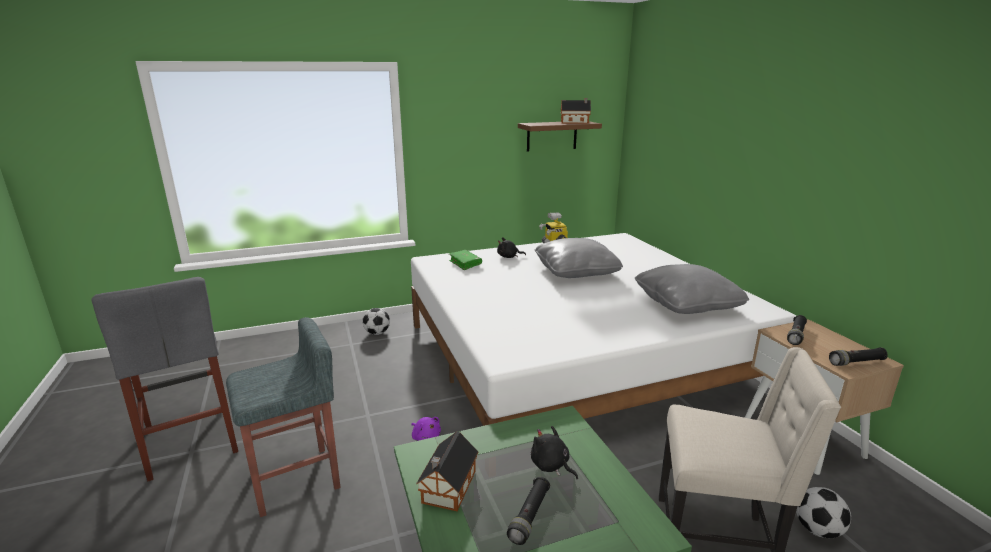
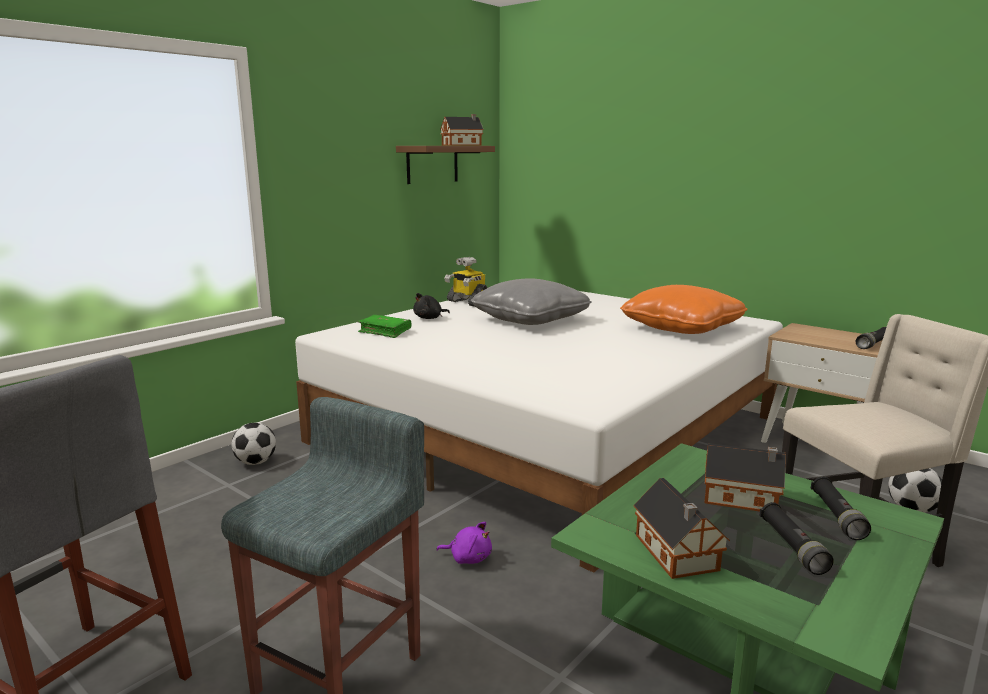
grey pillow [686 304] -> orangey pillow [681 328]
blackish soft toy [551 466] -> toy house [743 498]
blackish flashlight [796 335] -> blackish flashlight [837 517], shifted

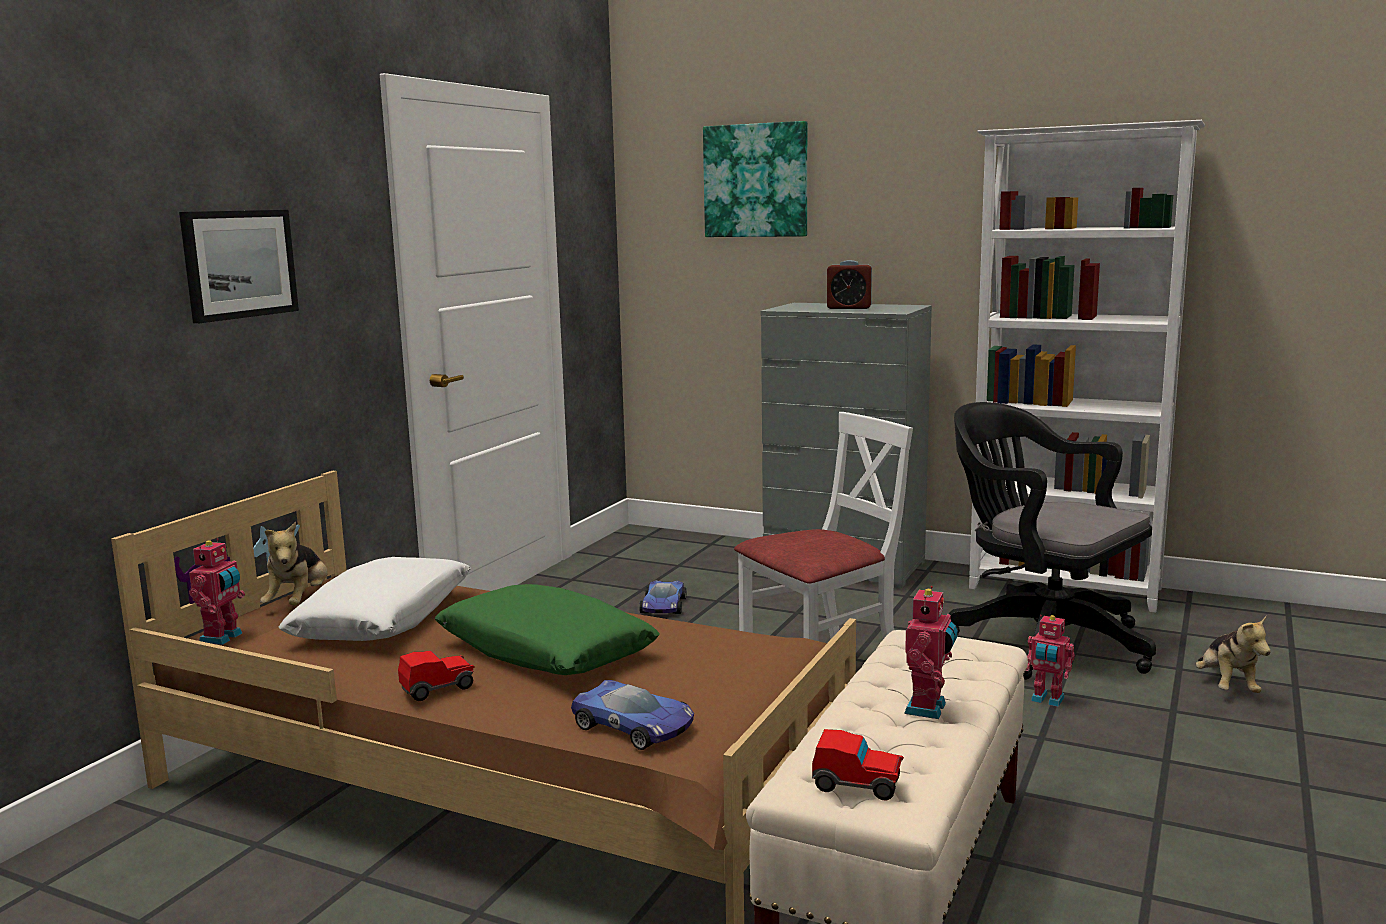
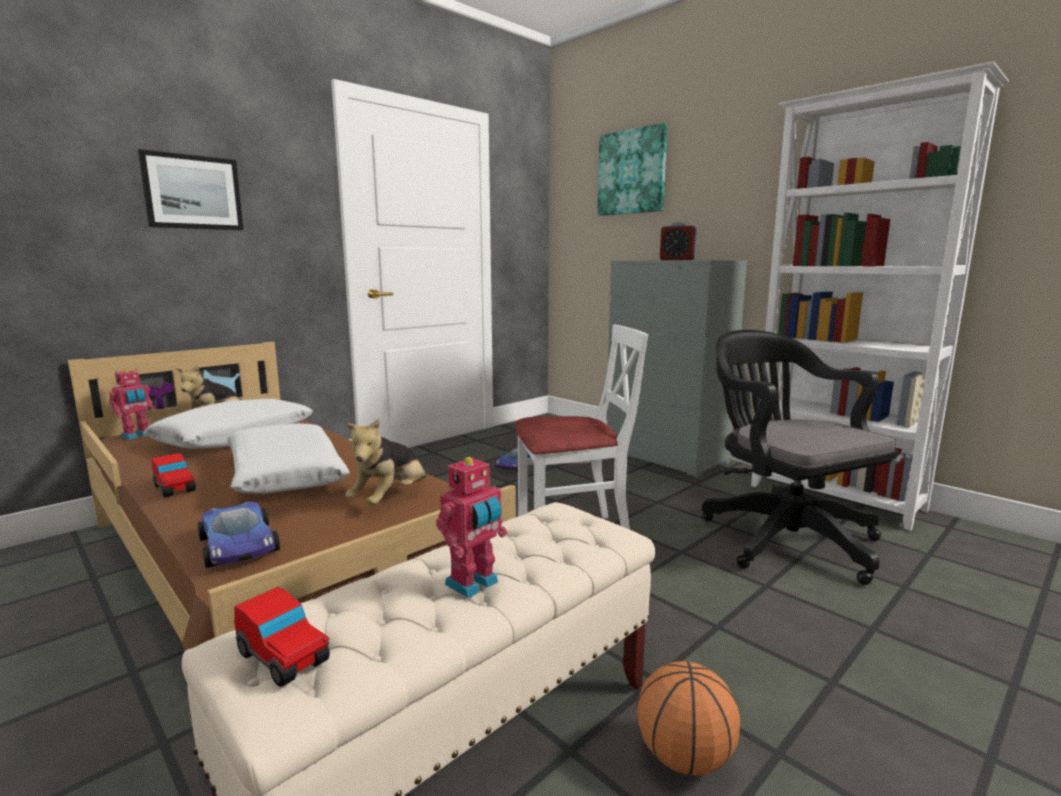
model car [438 689] -> model car [175 488], 60 degrees clockwise
green-coloured pillow [545 651] -> white-coloured pillow [285 474]
soft toy [1226 686] -> soft toy [390 498], shifted
none -> basketball ball [684 757]
toy robot [1047 700] -> none

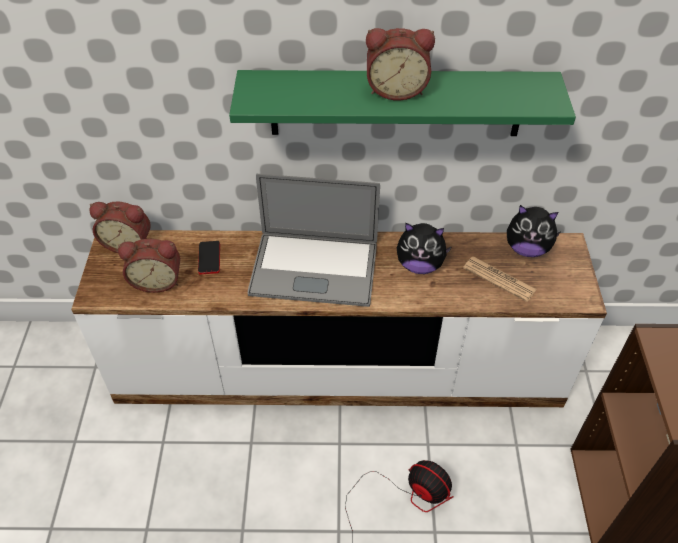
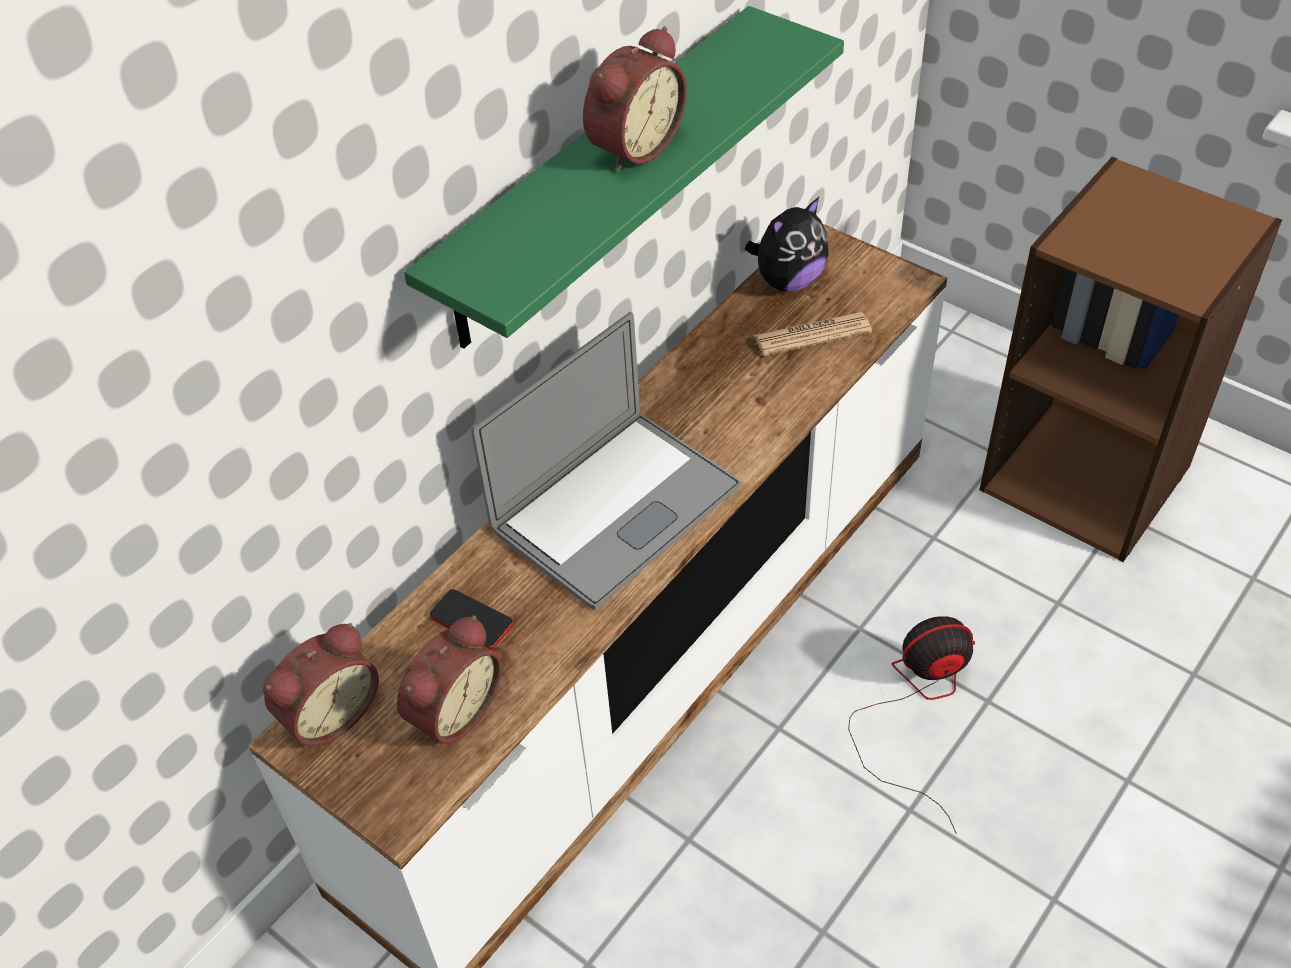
soft toy [419 265] -> none

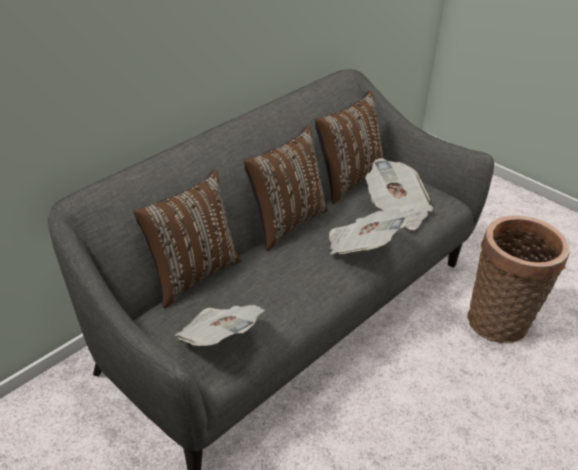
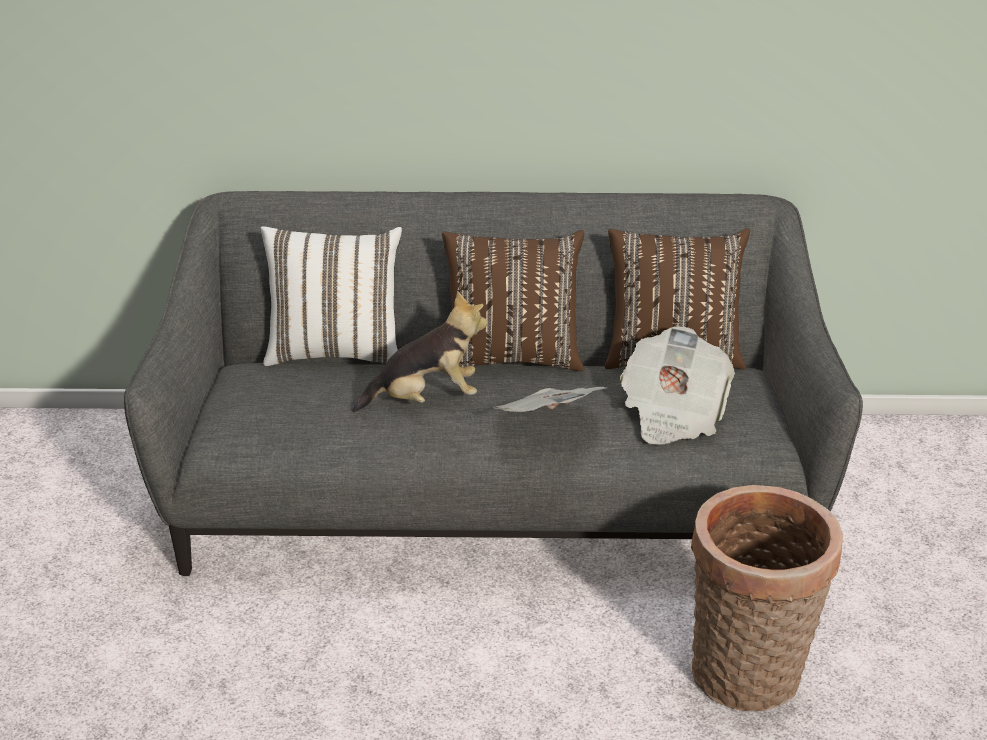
brownish pillow [190 274] -> white-coloured pillow [336 352]
none -> soft toy [426 399]
daily paper [219 339] -> none

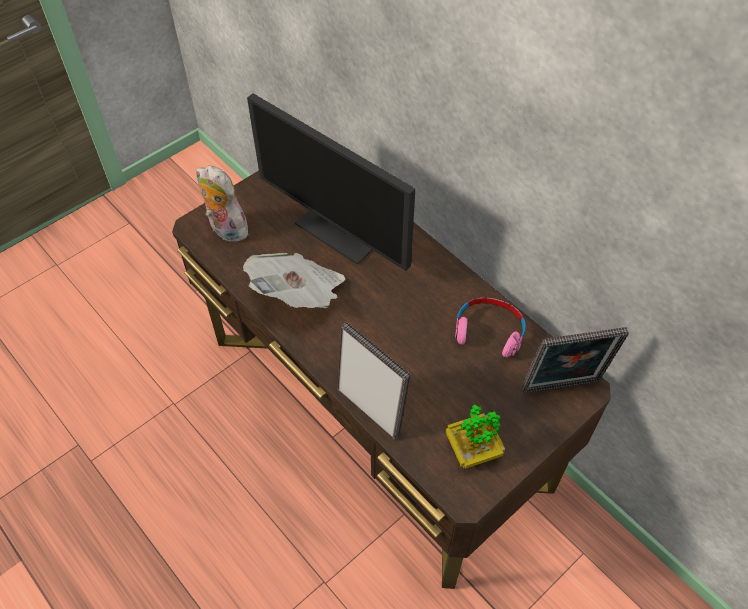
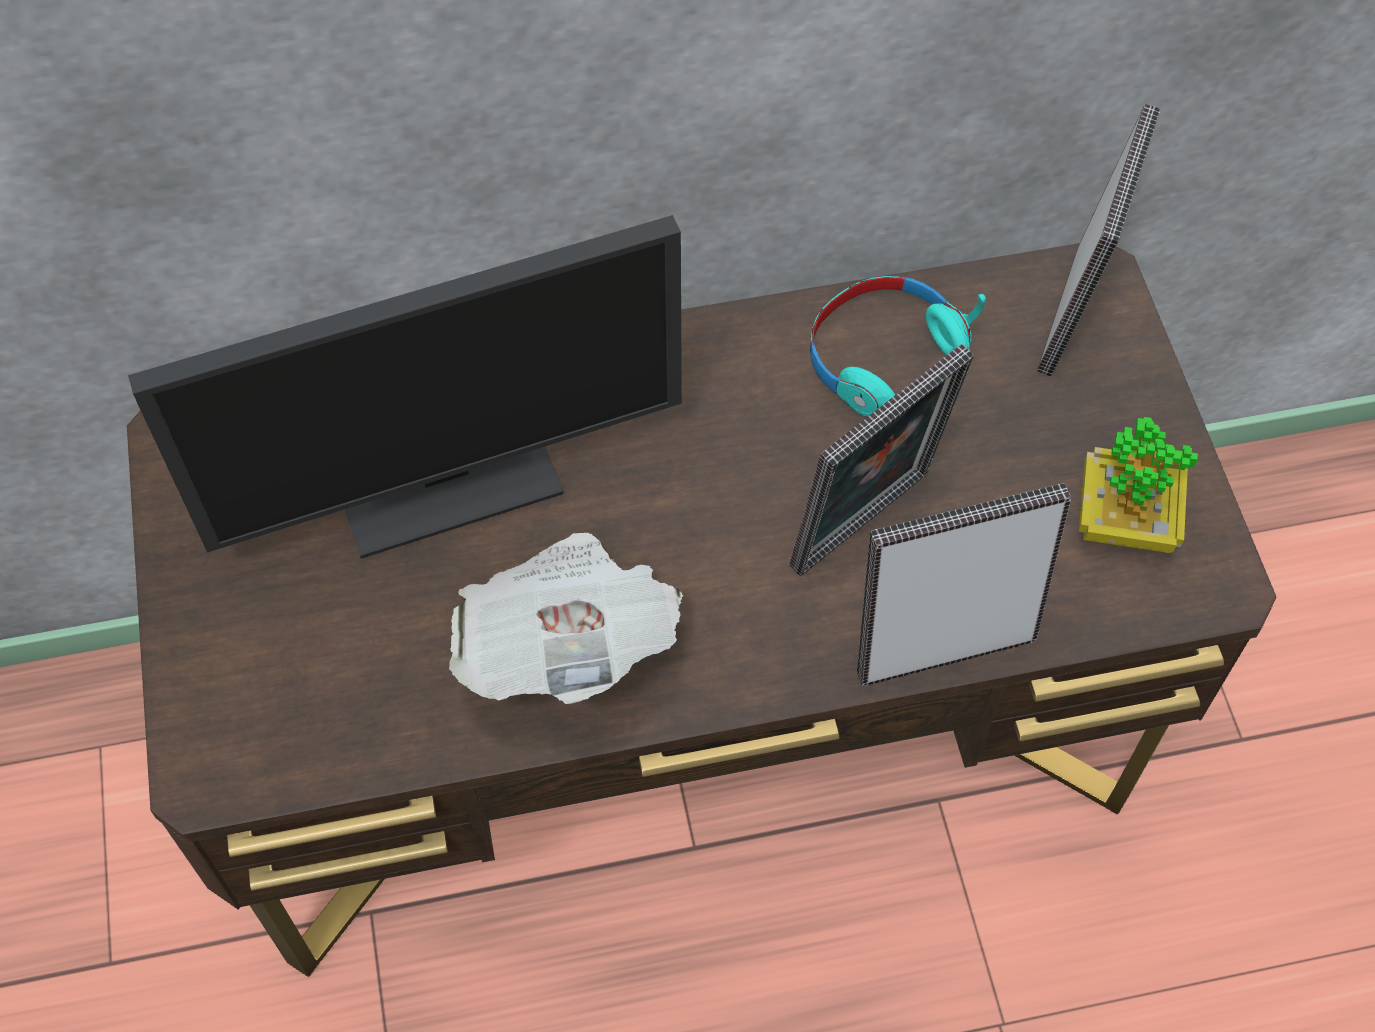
none -> standing frame [867 527]
pinkish pair of headphones [489 331] -> turquoise pair of headphones [882 355]
soft toy [225 229] -> none

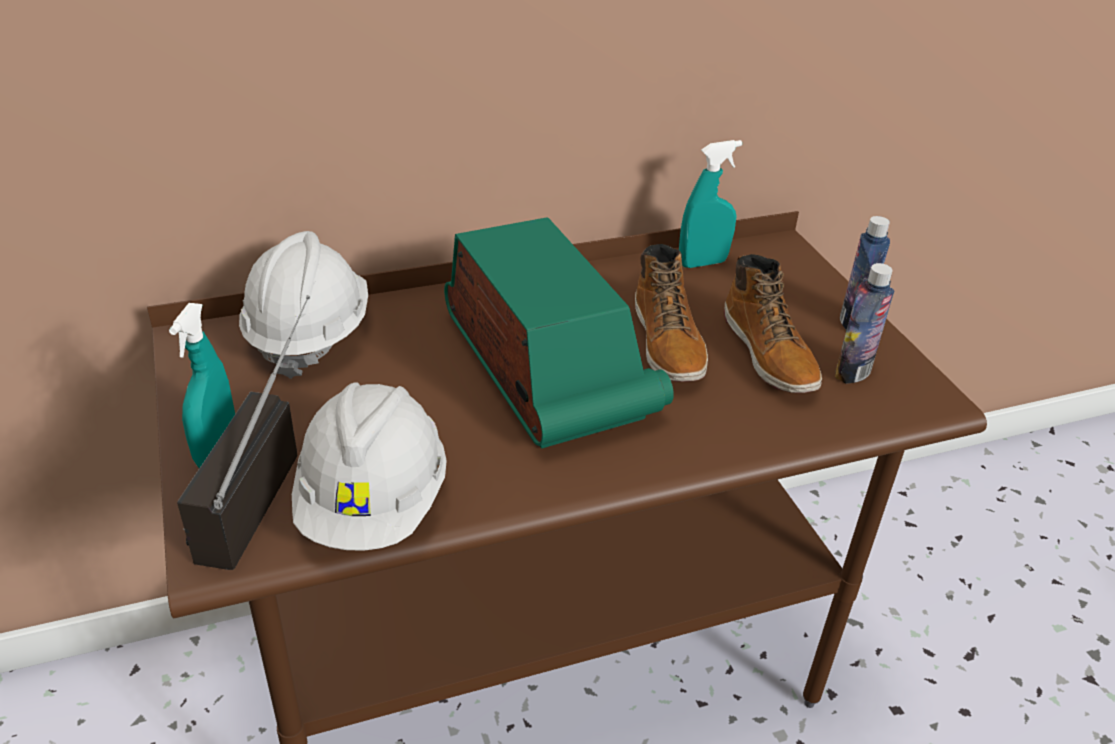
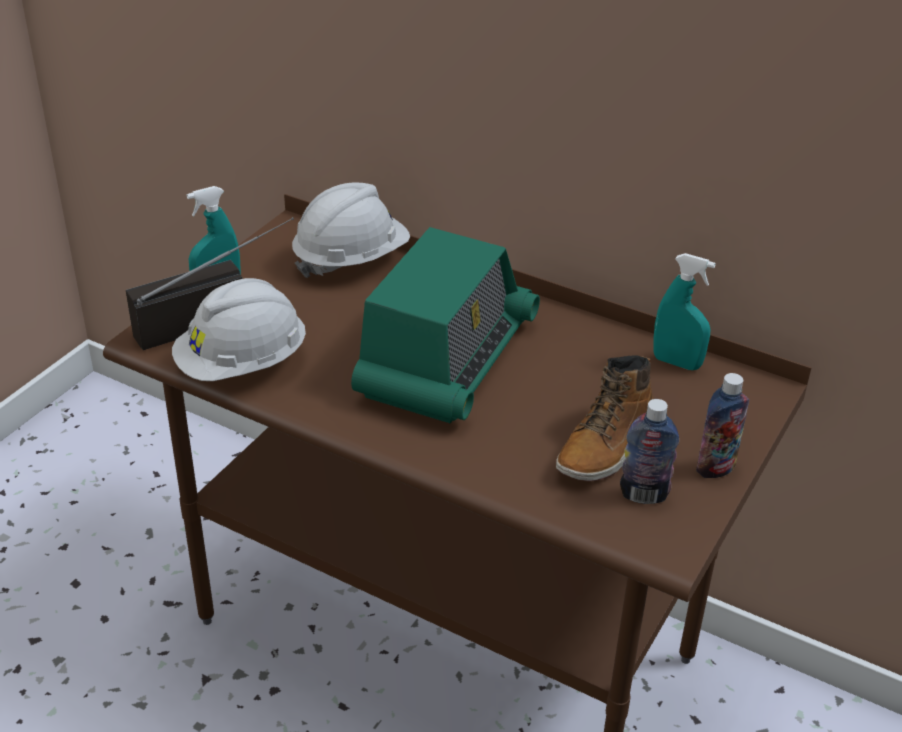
high-top boot [668 343] -> none

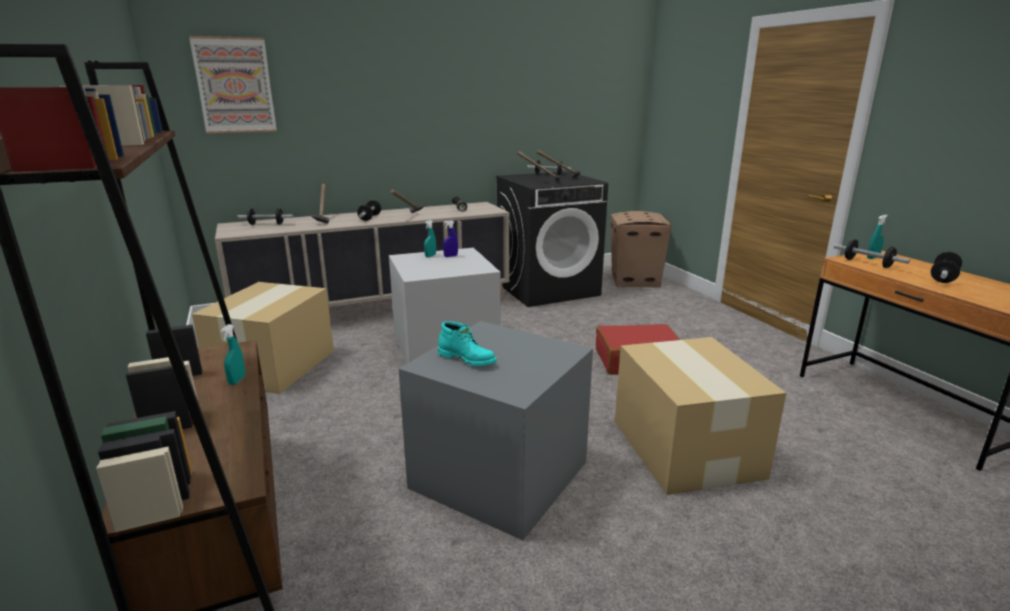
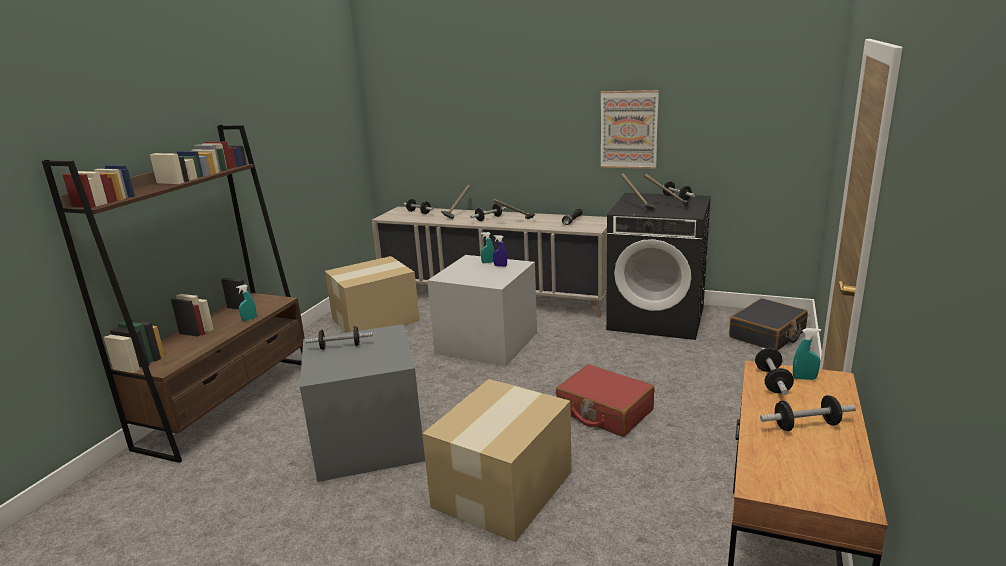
turquoise high-top boot [467 359] -> dumbbell [340 346]
picture [235 85] -> picture [629 129], shifted
cardboard box [635 280] -> blackish piece of luggage [767 334]

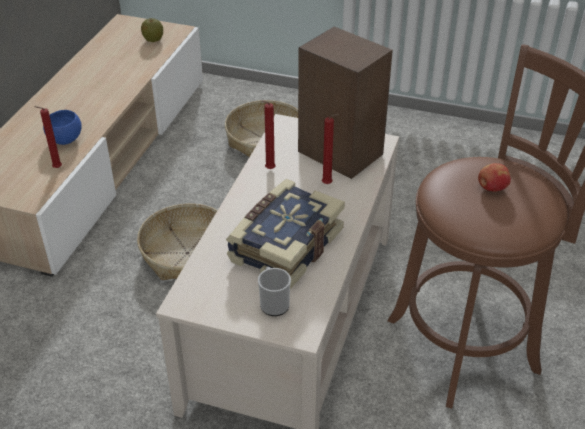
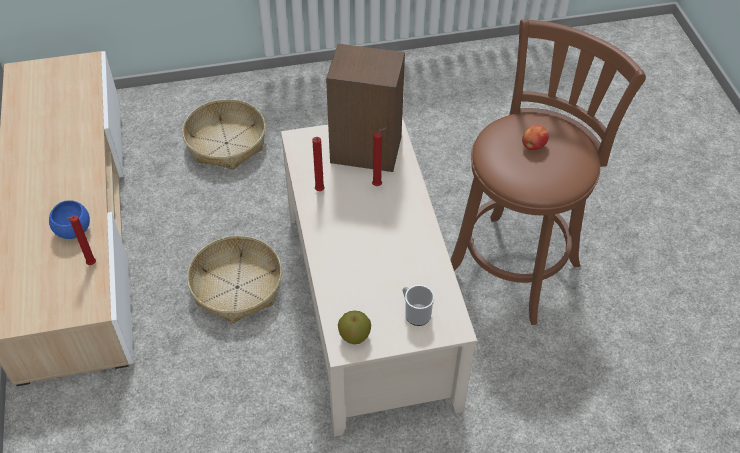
apple fruit [153 40] -> apple fruit [354 336], shifted
volume [284 245] -> none

